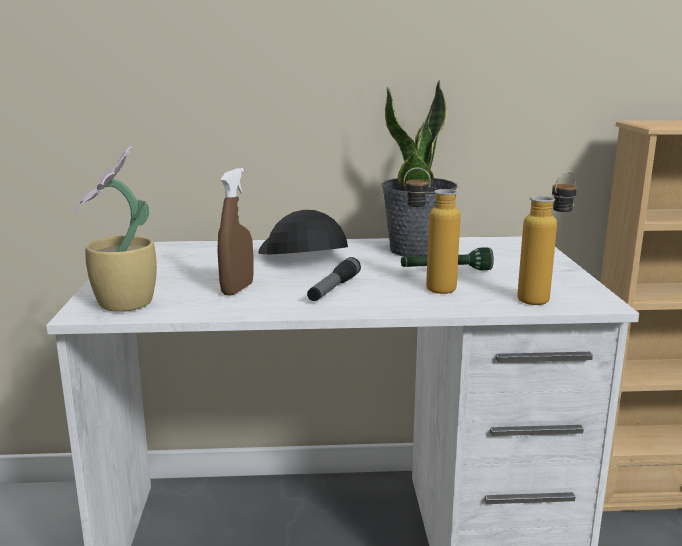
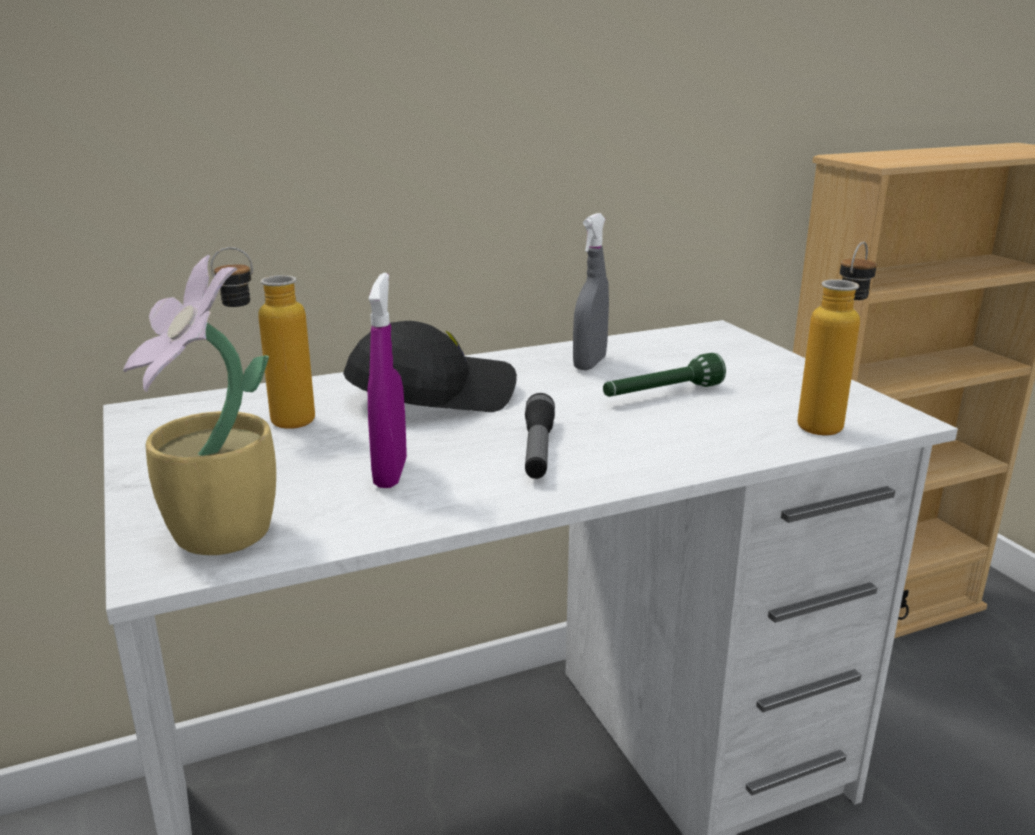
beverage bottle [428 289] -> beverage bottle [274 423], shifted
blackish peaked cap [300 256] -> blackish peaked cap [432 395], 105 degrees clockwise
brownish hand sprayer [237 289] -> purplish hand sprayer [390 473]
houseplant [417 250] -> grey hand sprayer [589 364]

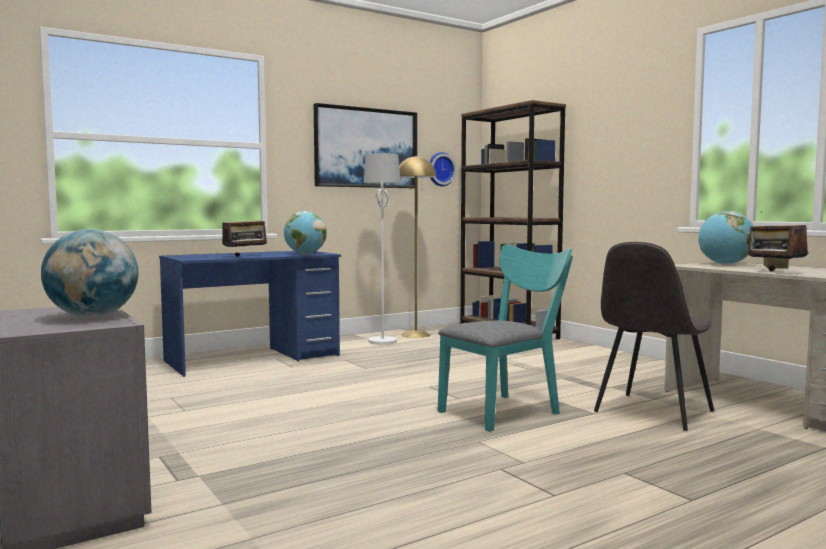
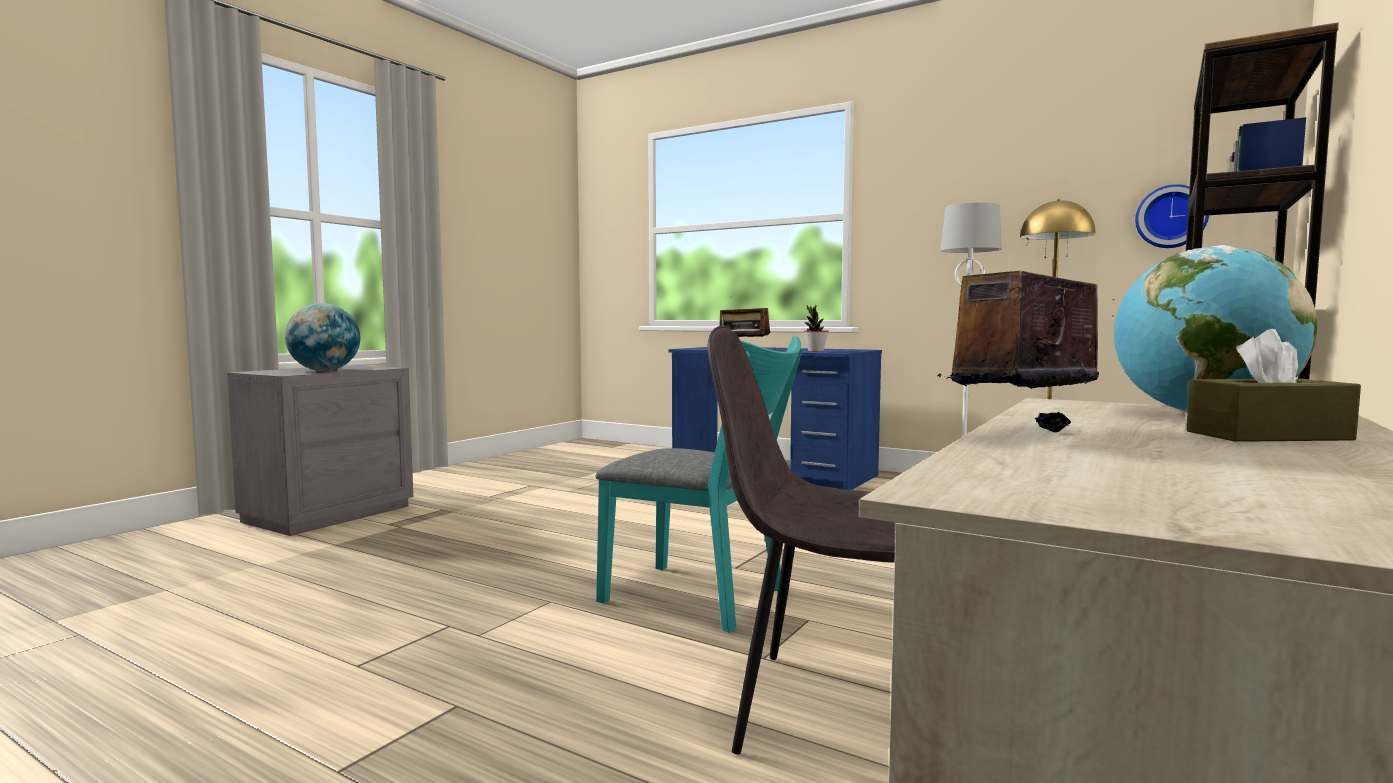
world globe [305 254] -> houseplant [815 351]
picture [366 148] -> none

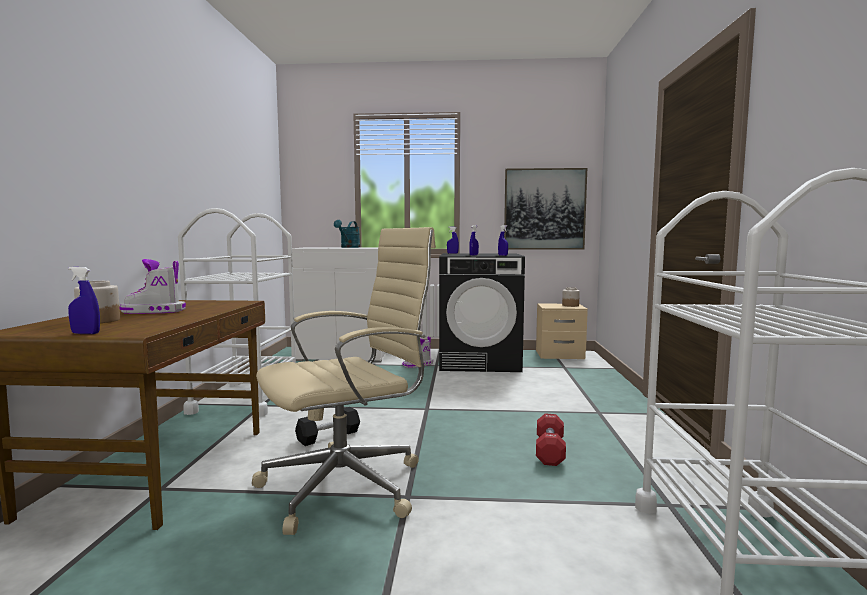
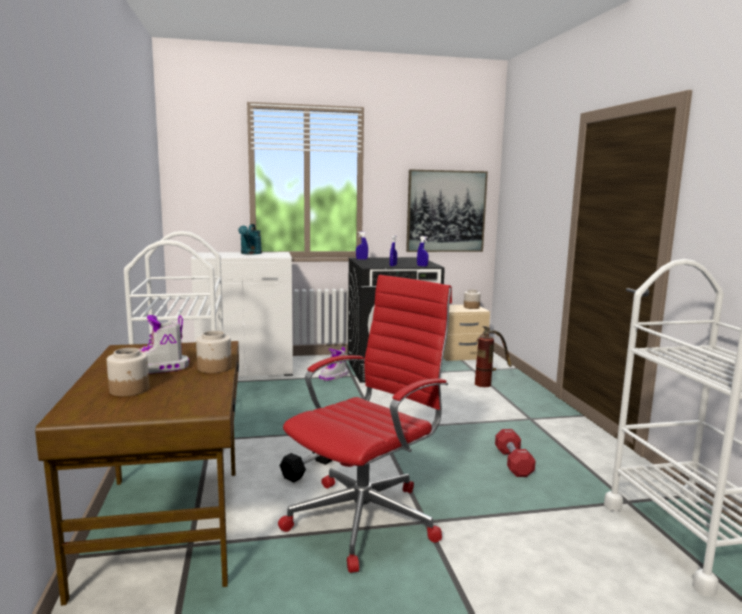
none -> jar [215 368]
sand-coloured office chair [348 485] -> reddish office chair [367 518]
none -> fire-fighting cylinder [487 383]
blue hand sprayer [85 333] -> none

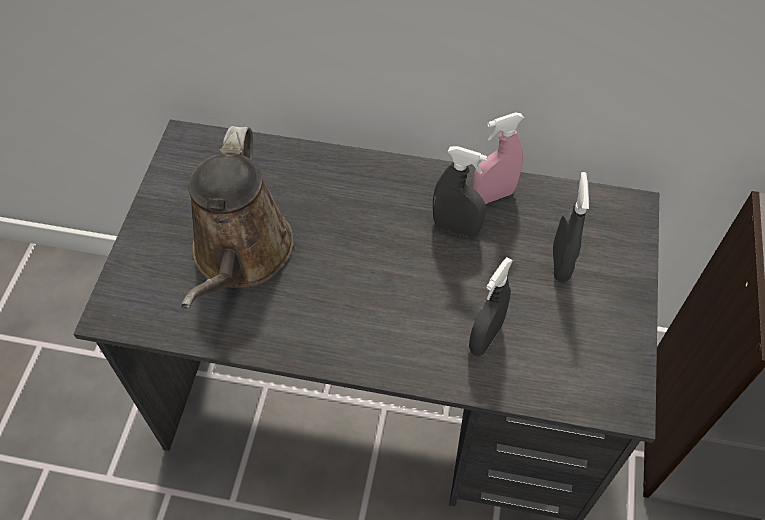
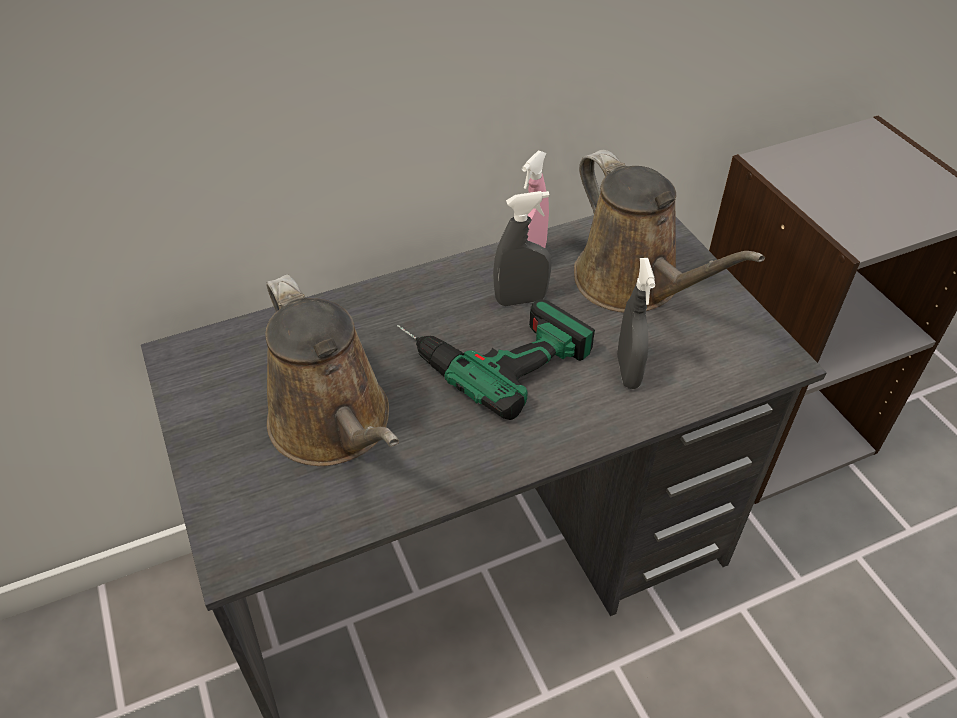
none -> drill [490 349]
grey hand sprayer [560 264] -> brownish sprinkling can [633 284]

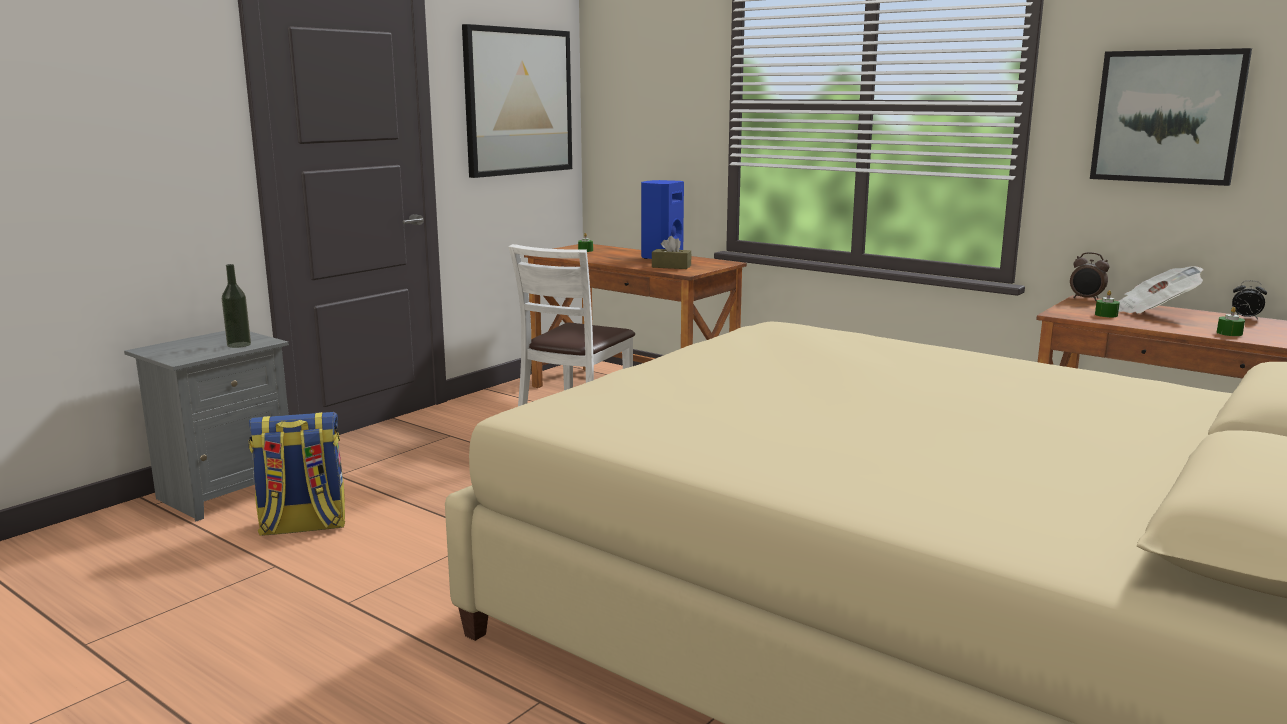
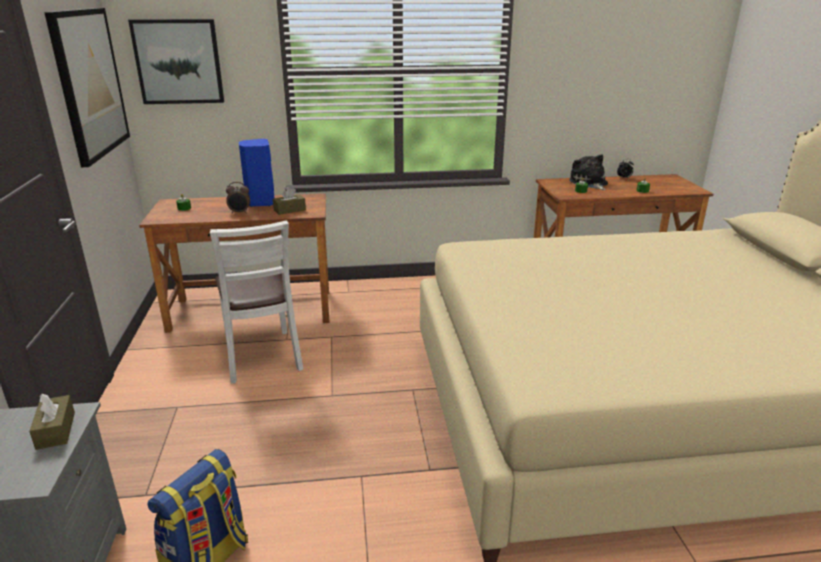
beverage bottle [239 345] -> brownish tissue box [56 430]
picture [1167 117] -> picture [178 62], shifted
table clock [1086 299] -> table clock [239 212], shifted
daily paper [1151 312] -> soft toy [589 183]

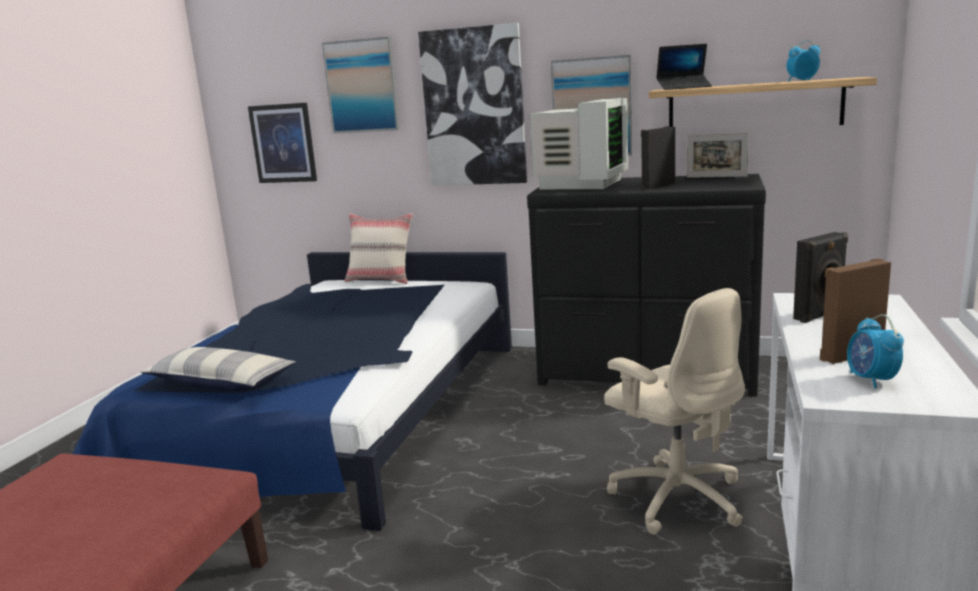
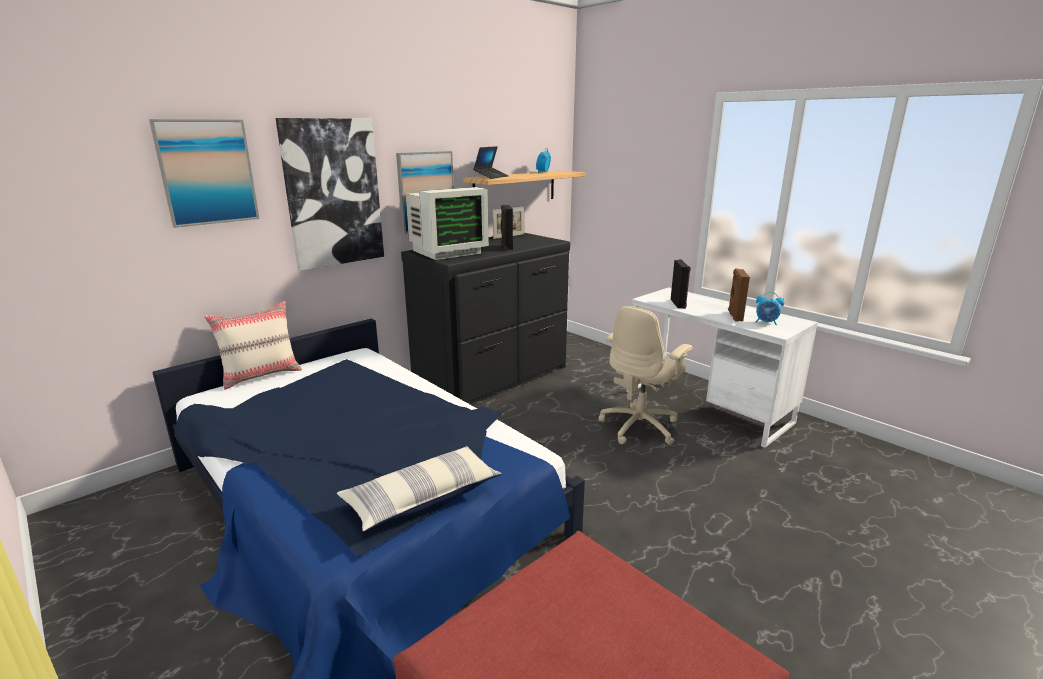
computer screen [580 184] -> computer screen [446 252], 90 degrees clockwise
sand-coloured office chair [676 497] -> sand-coloured office chair [640 426], 135 degrees clockwise
picture [283 143] -> none

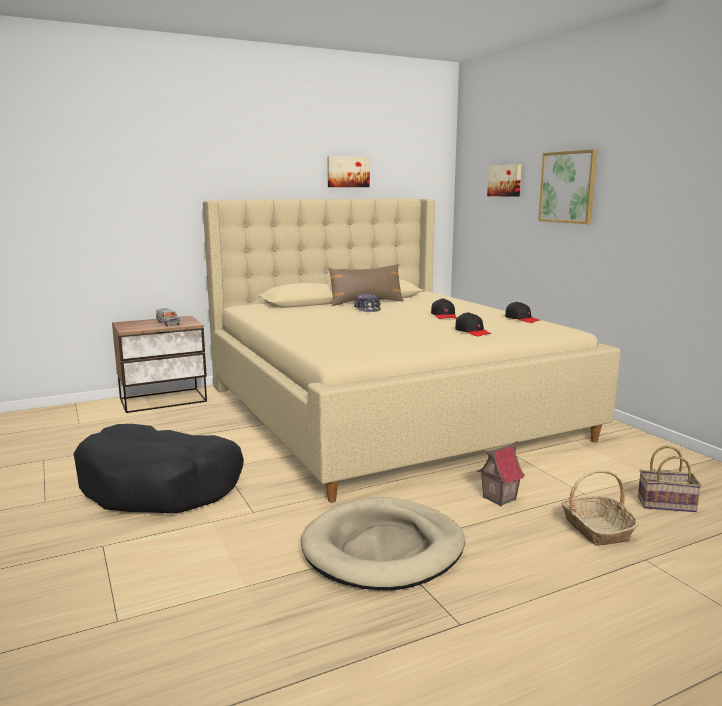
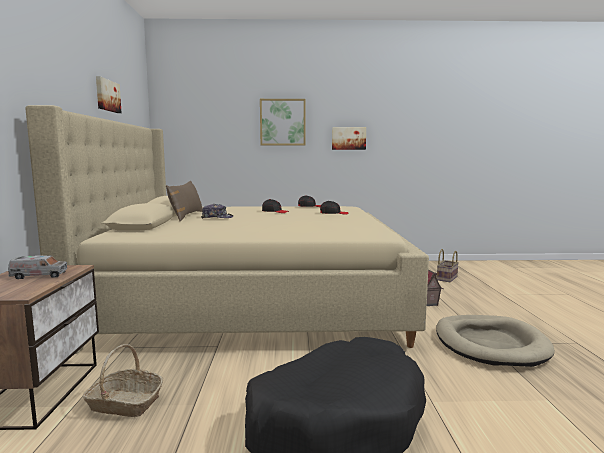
household basket [596 529] -> household basket [124 403], shifted
picture [505 180] -> picture [348 138], shifted

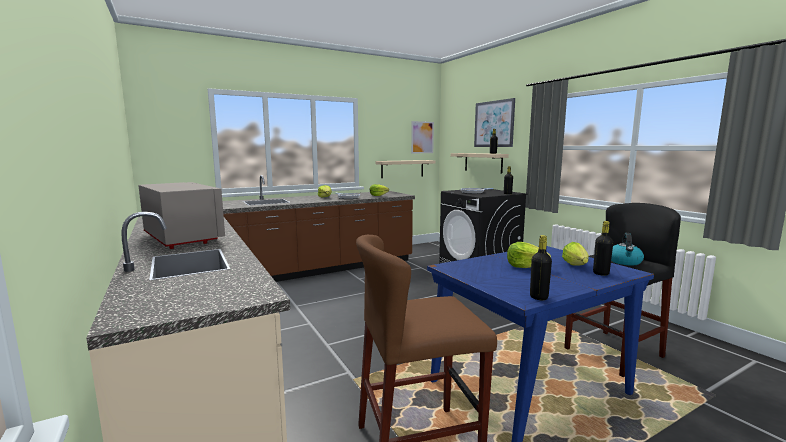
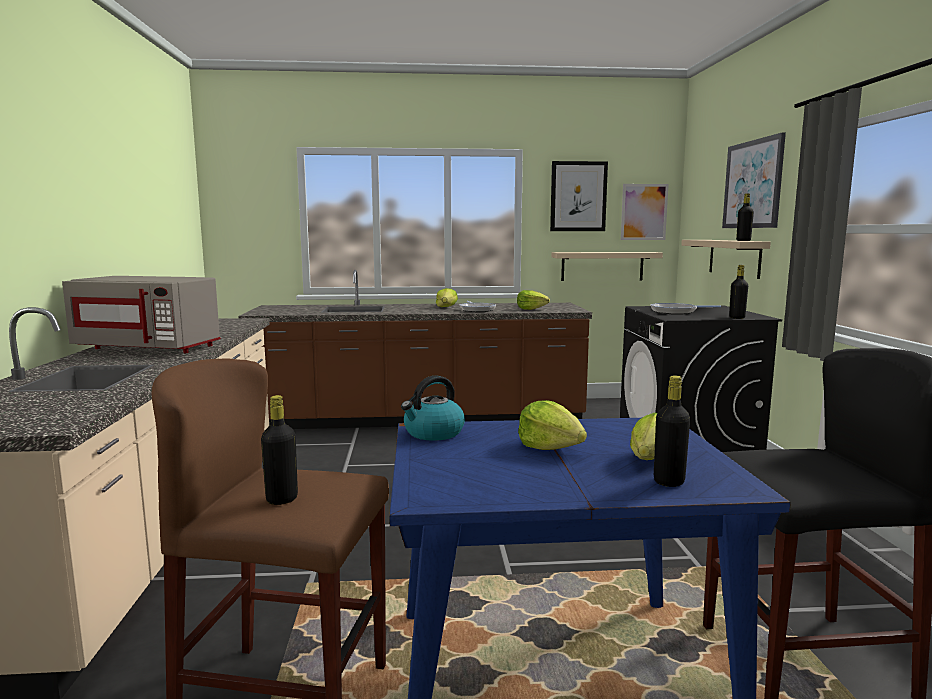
grey microwave [182 238] -> grey microwave [149 348], 120 degrees clockwise
blackish beverage bottle [538 297] -> blackish beverage bottle [282 499], shifted
water kettle [625 262] -> water kettle [433 433], shifted
none -> picture [578 196]

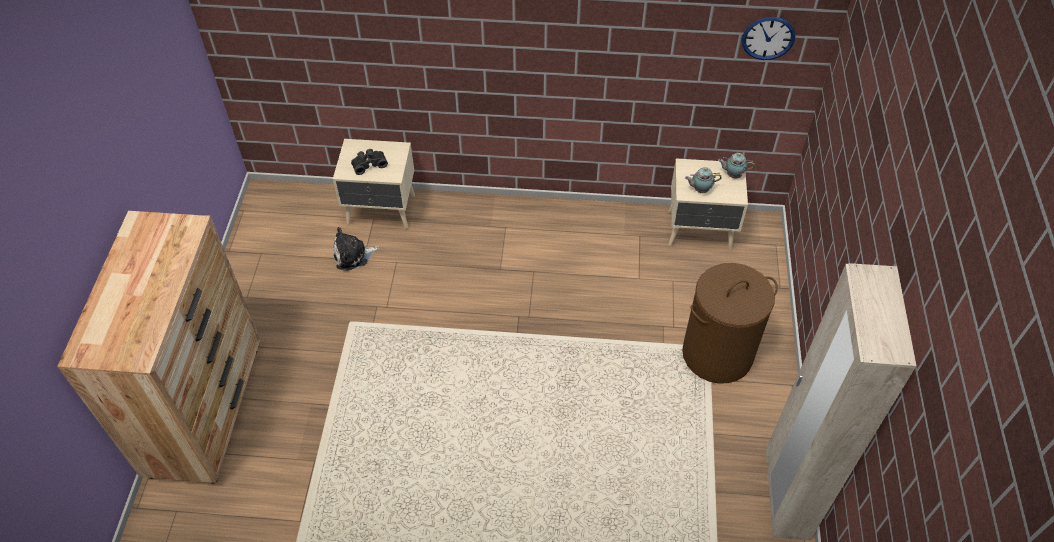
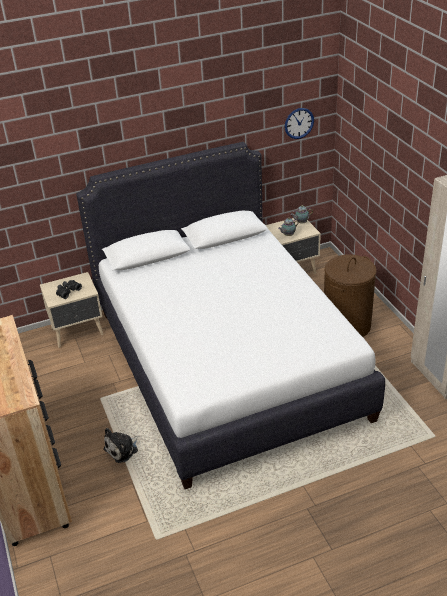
none -> white-coloured bedroom bed [226 362]
soft toy [353 255] -> soft toy [123 449], shifted

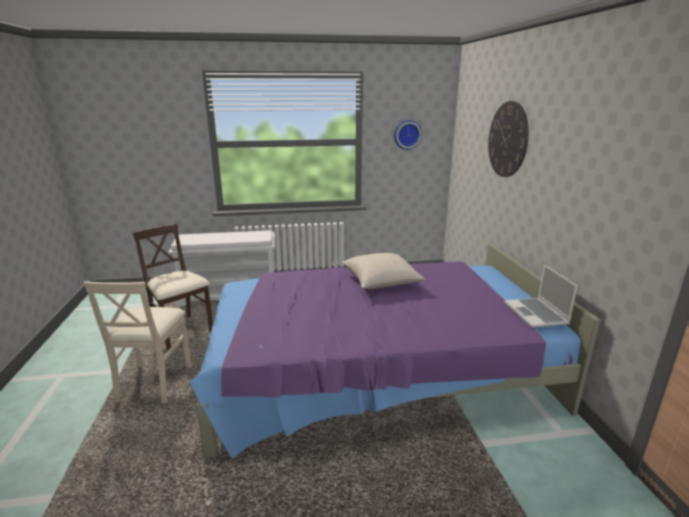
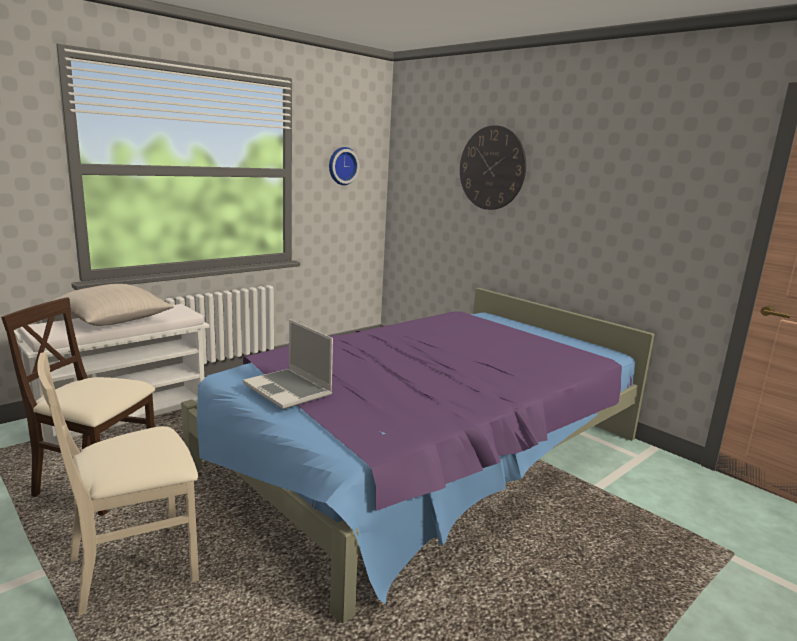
sand-coloured chair [154 383] -> sand-coloured chair [135 567], 90 degrees clockwise
sand-coloured pillow [381 281] -> sand-coloured pillow [113 320], shifted
laptop [536 314] -> laptop [289 390], shifted

